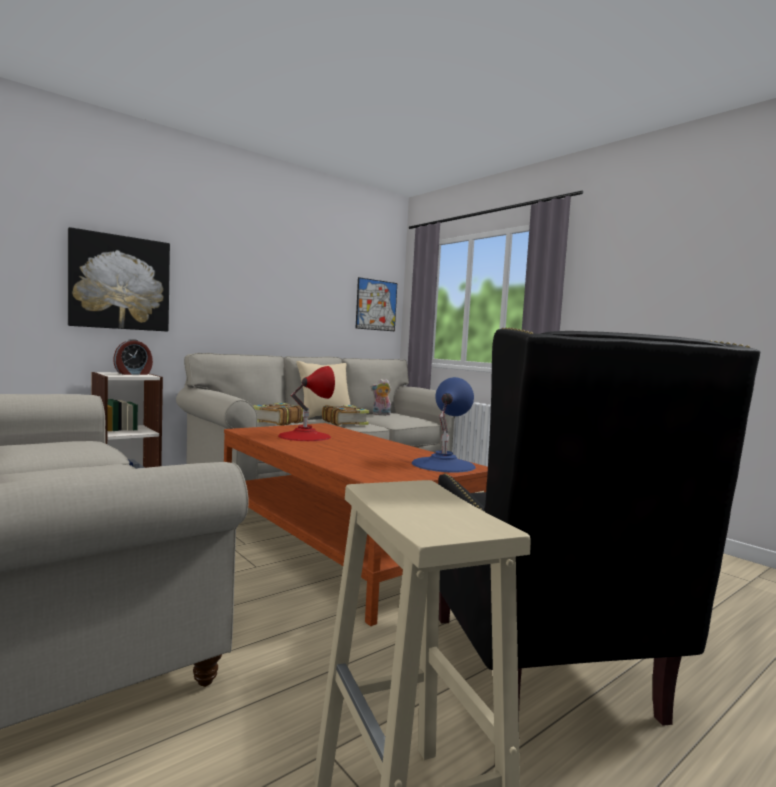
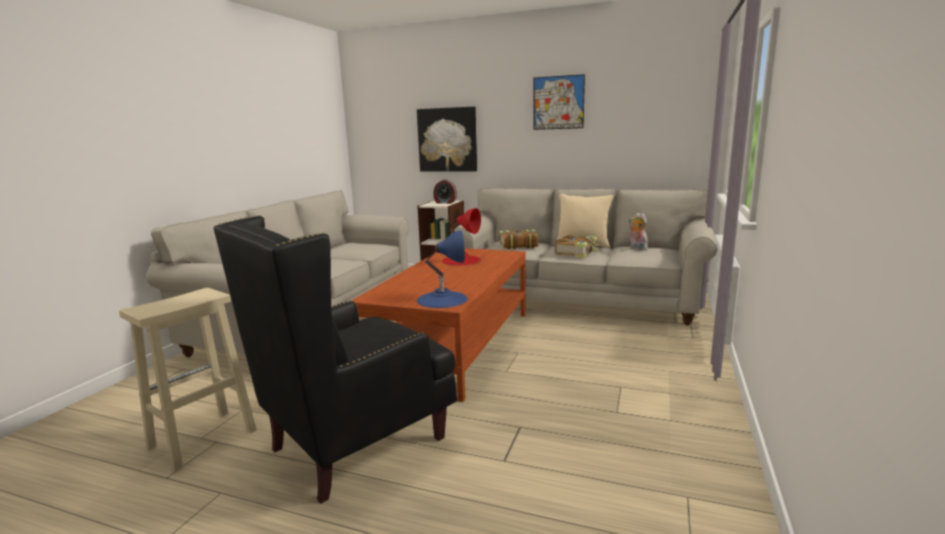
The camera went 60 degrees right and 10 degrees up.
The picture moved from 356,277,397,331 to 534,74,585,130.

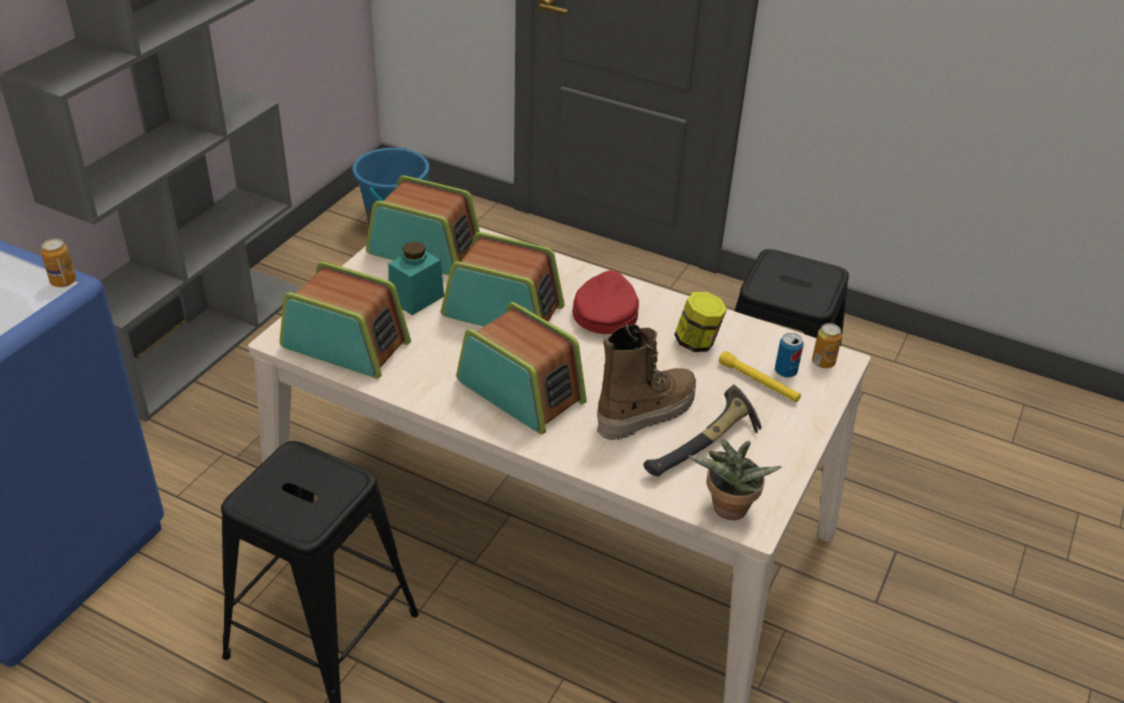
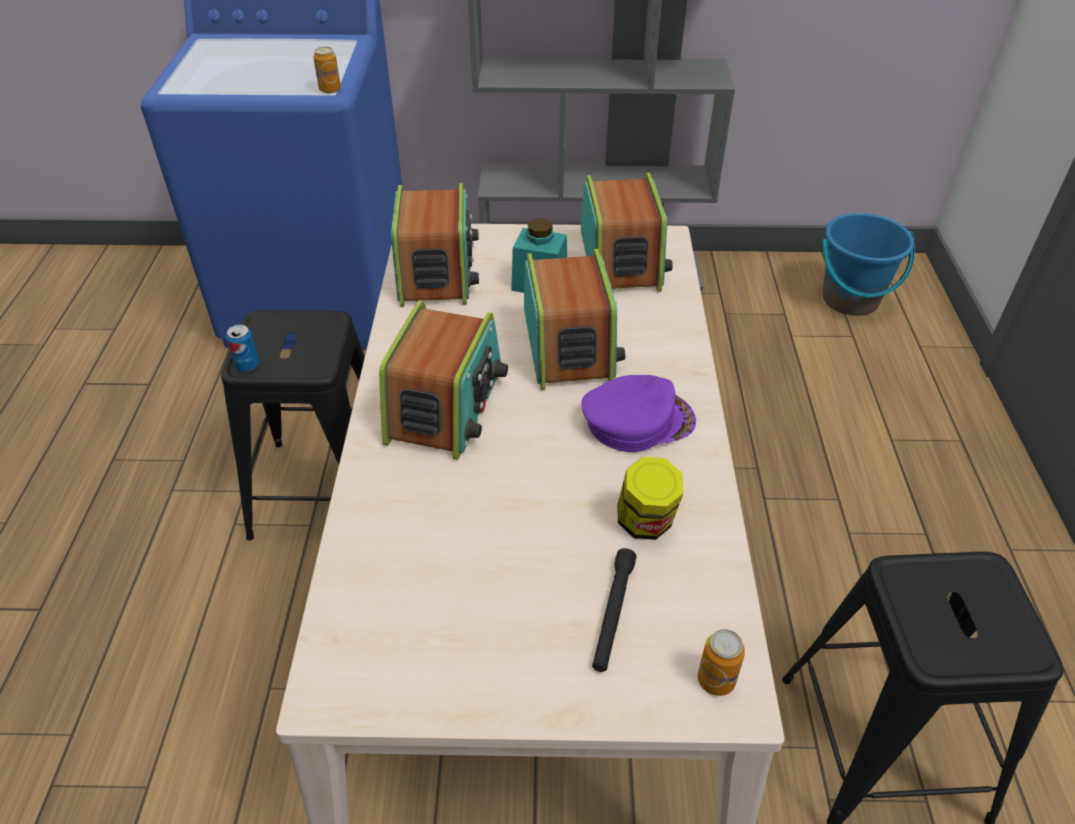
The camera went 65 degrees right and 5 degrees up.
The baseball cap (reddish) at 573,270,639,334 became the baseball cap (purple) at 581,375,696,452.
The high-top boot at 597,324,696,440 disappeared.
The hammer at 644,385,762,476 disappeared.
The houseplant at 688,439,782,520 disappeared.
The torch (yellow) at 719,351,801,402 became the torch (black) at 592,548,636,672.
The metal can moved from 775,333,803,378 to 226,325,259,371.

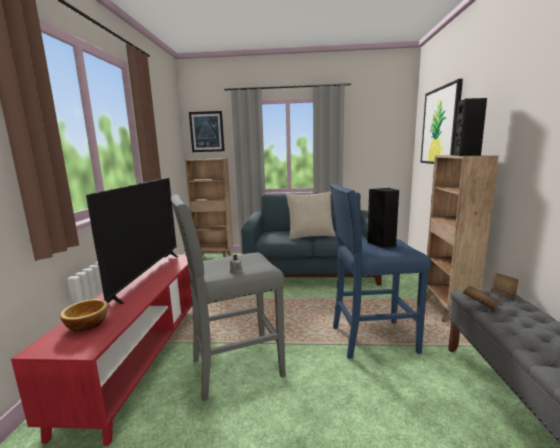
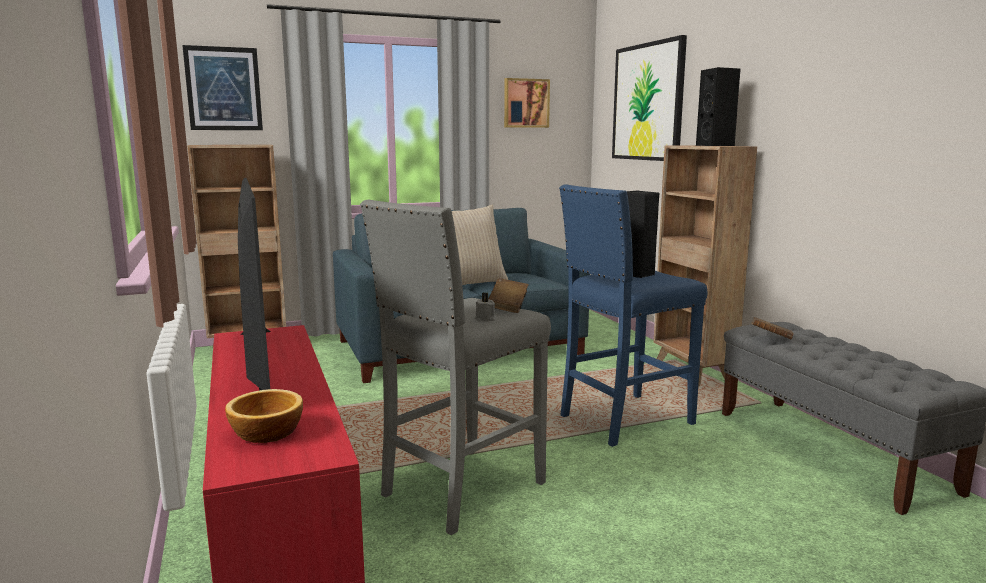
The camera went 25 degrees left and 0 degrees up.
The volume (brownish) moved from 491,273,518,299 to 489,278,529,313.
The picture at 504,78,550,128 appeared.

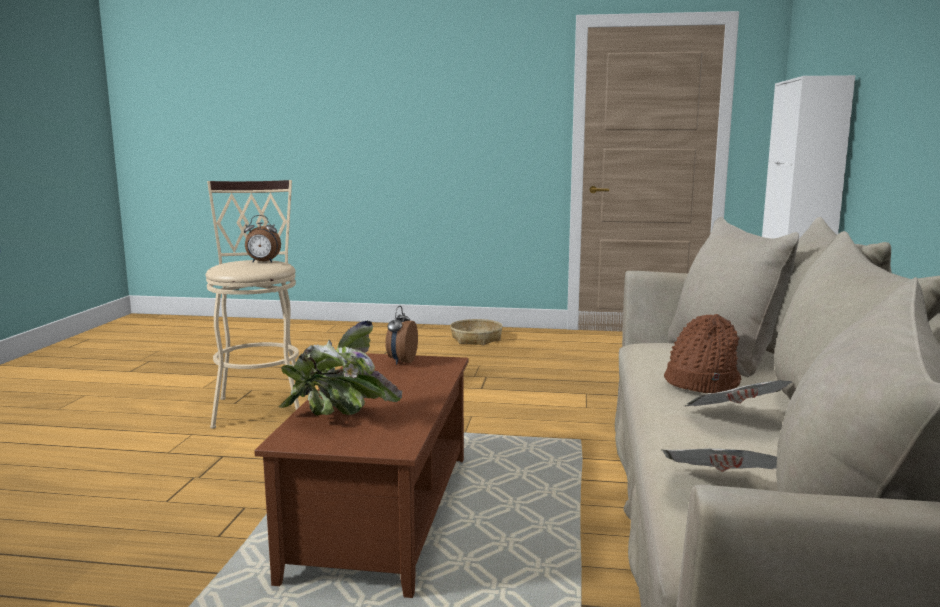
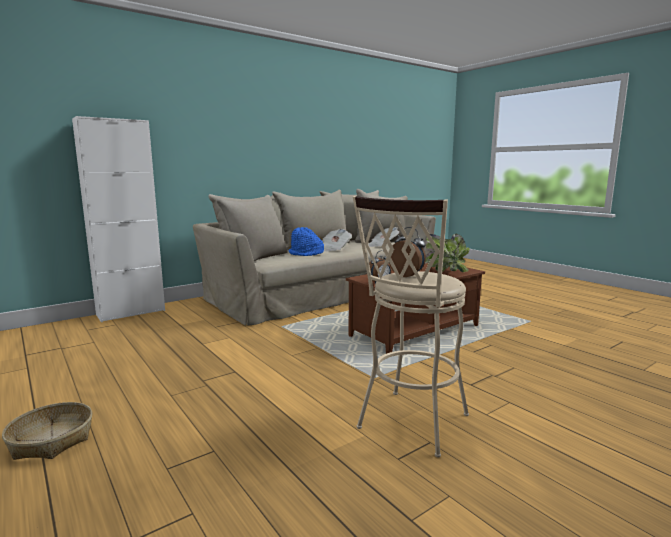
The camera went 135 degrees left and 0 degrees up.
The hat (brownish) at 664,314,741,393 became the hat (blue) at 289,227,324,256.

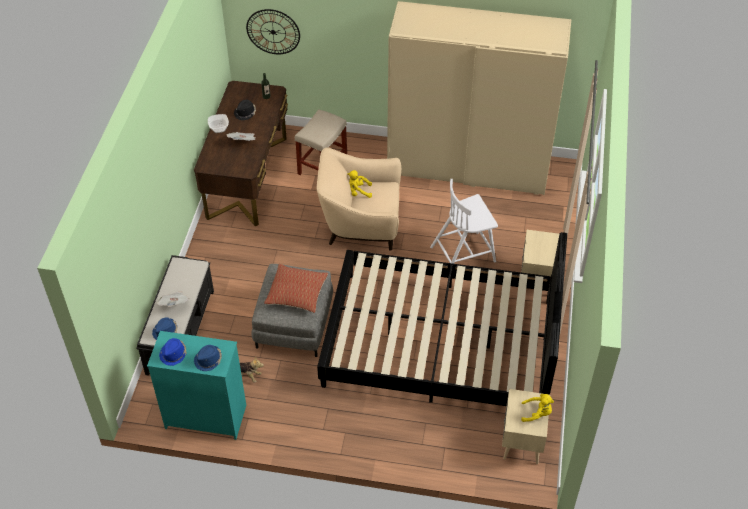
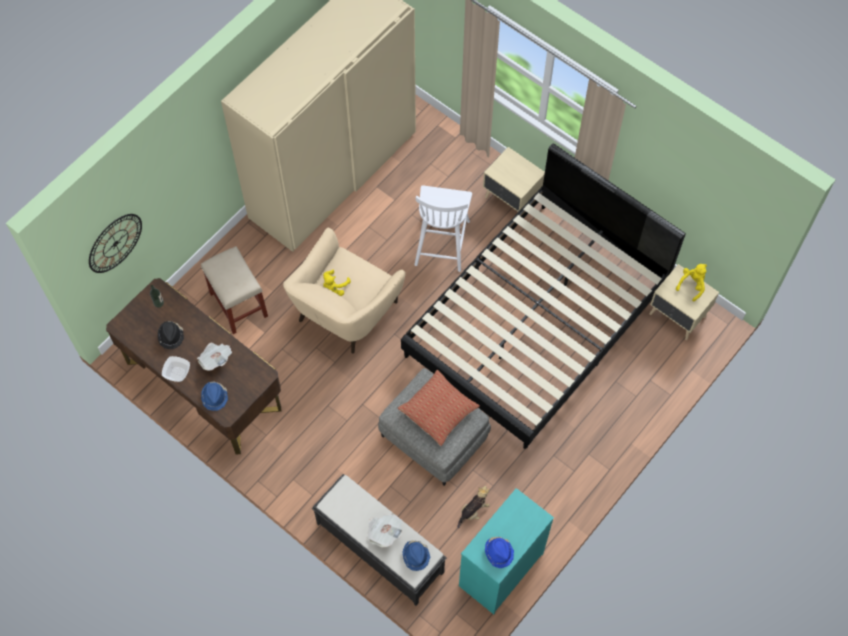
The camera went 60 degrees left and 15 degrees up.
The hat (blue) moved from 194,345,222,371 to 201,381,228,411.

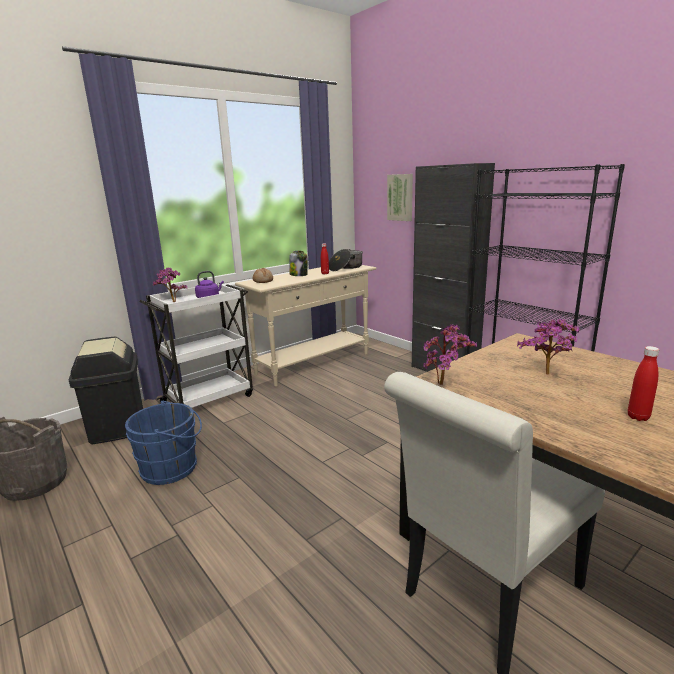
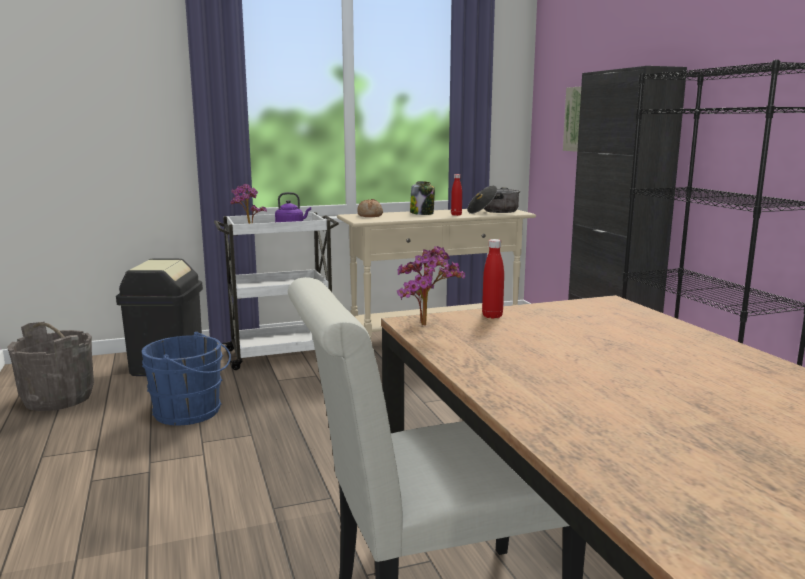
The camera went 20 degrees right and 5 degrees down.
The houseplant at 517,319,579,375 disappeared.
The drink bottle (reddish) moved from 628,346,659,421 to 482,239,504,319.

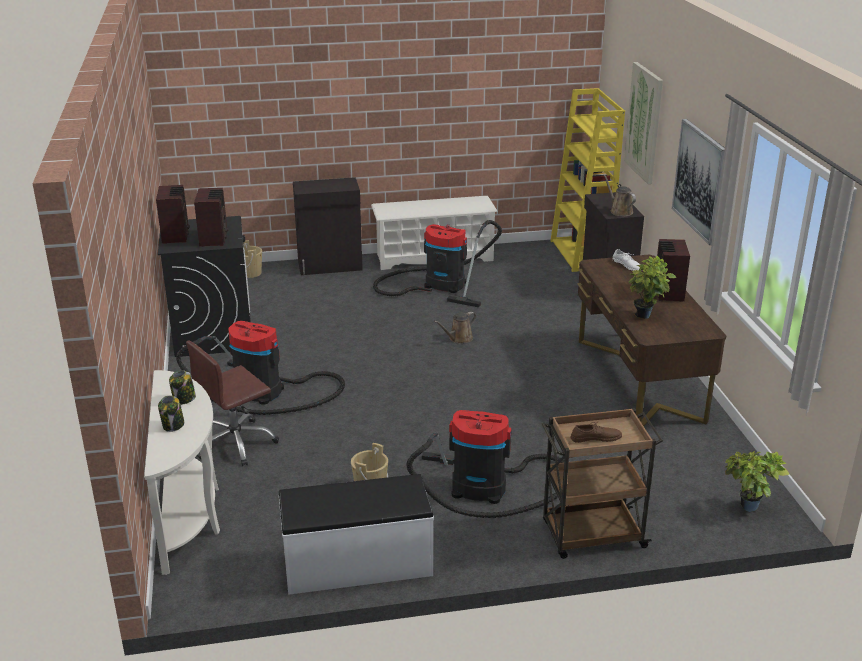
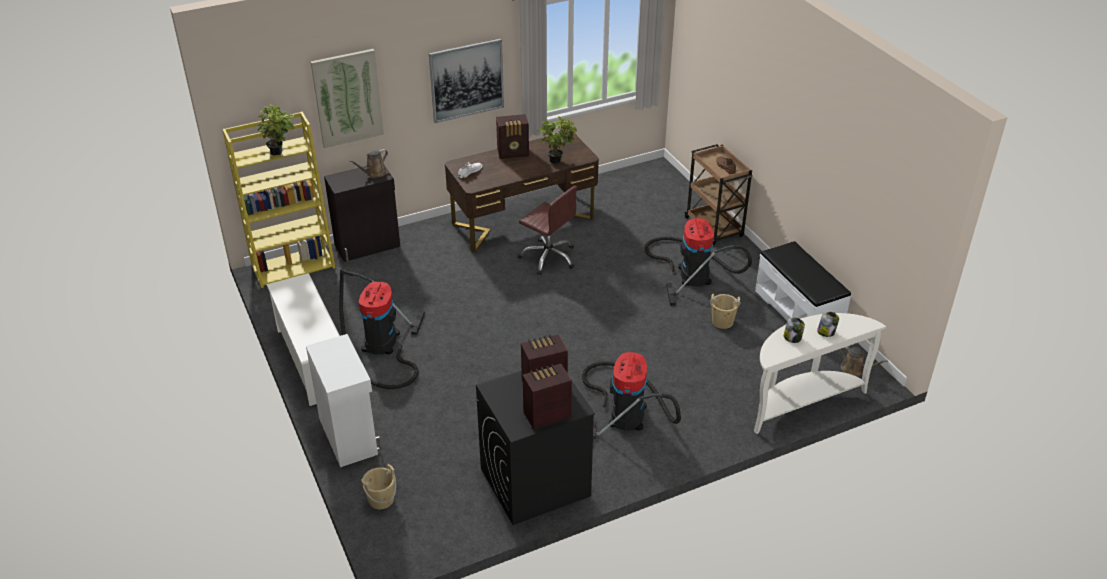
The camera went 105 degrees left and 10 degrees up.
The office chair (brownish) moved from 186,340,279,466 to 518,186,577,275.
The cupboard (black) at 293,177,363,275 became the cupboard (white) at 306,334,381,467.
The watering pot (brownish) moved from 434,312,476,344 to 839,346,888,377.
The houseplant moved from 725,451,789,512 to 257,104,294,156.

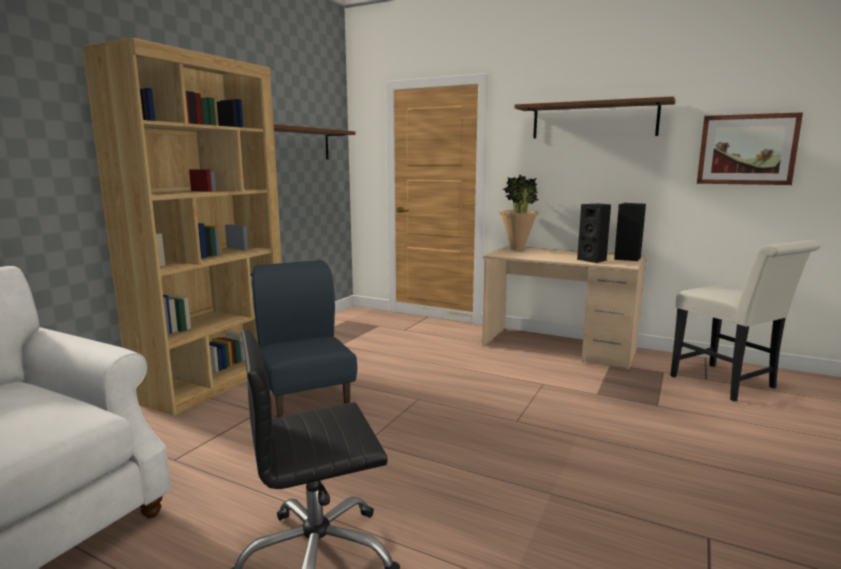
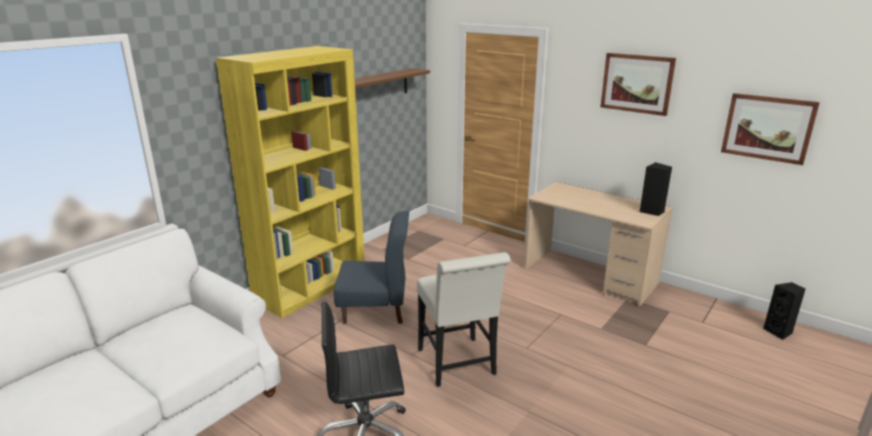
The camera went 10 degrees right and 10 degrees up.
The bookcase (brownish) at 82,38,282,416 became the bookcase (yellow) at 216,46,365,318.
The chair (blue) at 252,260,357,418 turned 105 degrees clockwise.
The houseplant at 499,174,539,250 disappeared.
The wall shelf (brownish) at 514,96,676,138 was replaced by the picture at 601,53,676,116.
The audio speaker (black) moved from 577,204,611,263 to 763,282,805,340.
The chair (white) moved from 670,240,821,401 to 417,252,511,387.

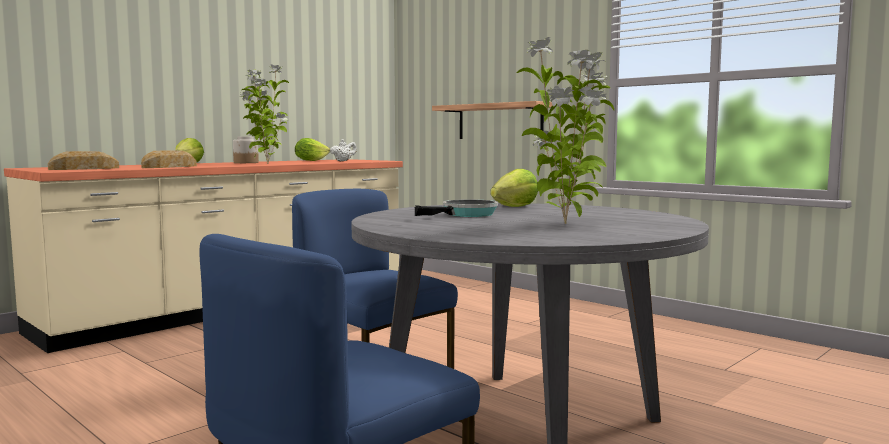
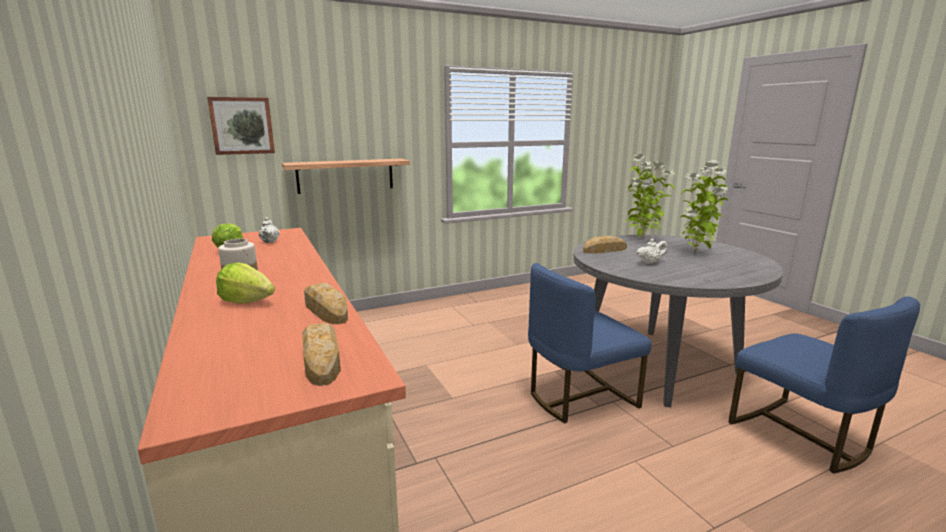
The camera went 70 degrees left and 10 degrees up.
The houseplant moved from 240,64,289,164 to 626,154,675,239.
The pan at 415,199,498,217 was replaced by the tea pot (white) at 637,239,667,264.
The lettuce at 490,169,538,207 was replaced by the bread at 583,236,627,253.
The picture at 207,97,275,155 appeared.

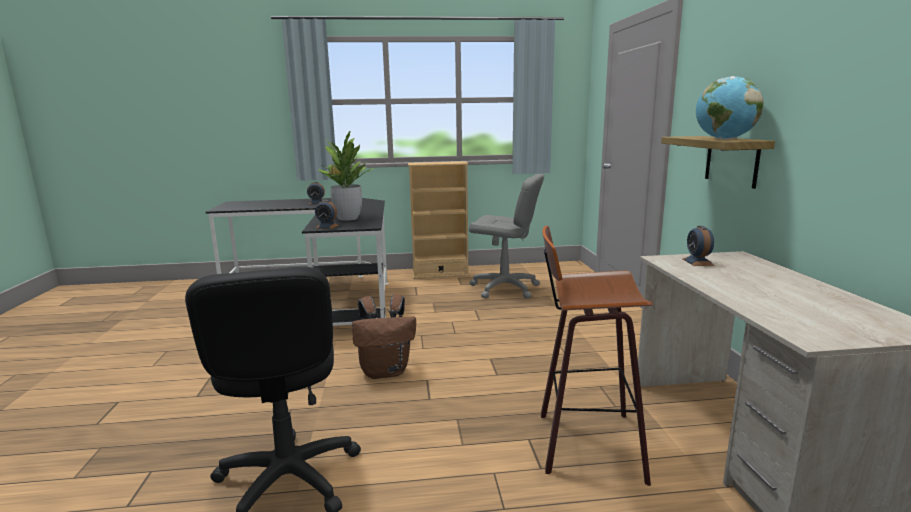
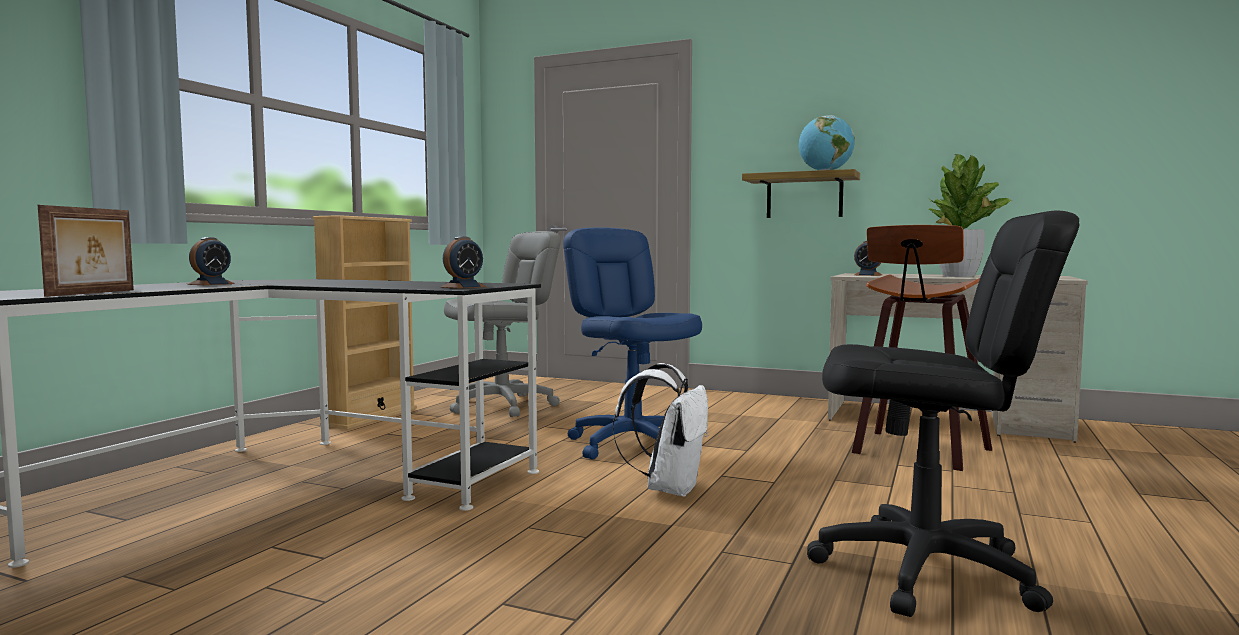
The camera went 60 degrees left and 10 degrees down.
The houseplant moved from 319,131,375,221 to 929,154,1012,277.
The knapsack (brownish) at 352,294,416,379 became the knapsack (white) at 613,363,709,497.
The standing frame at 38,205,134,297 appeared.
The office chair (blue) at 563,227,702,459 appeared.

